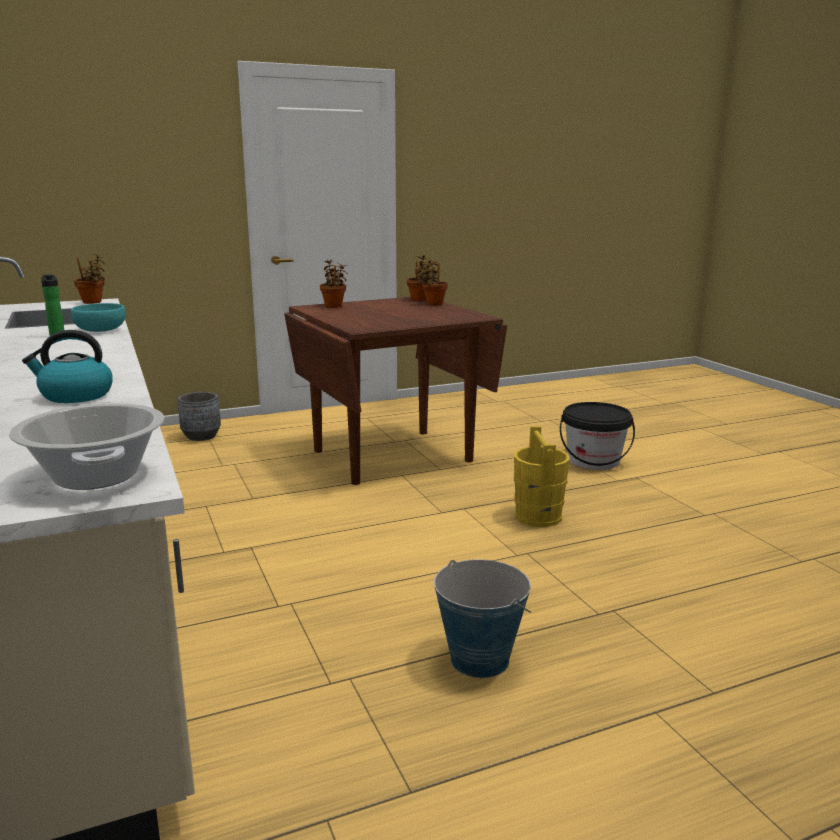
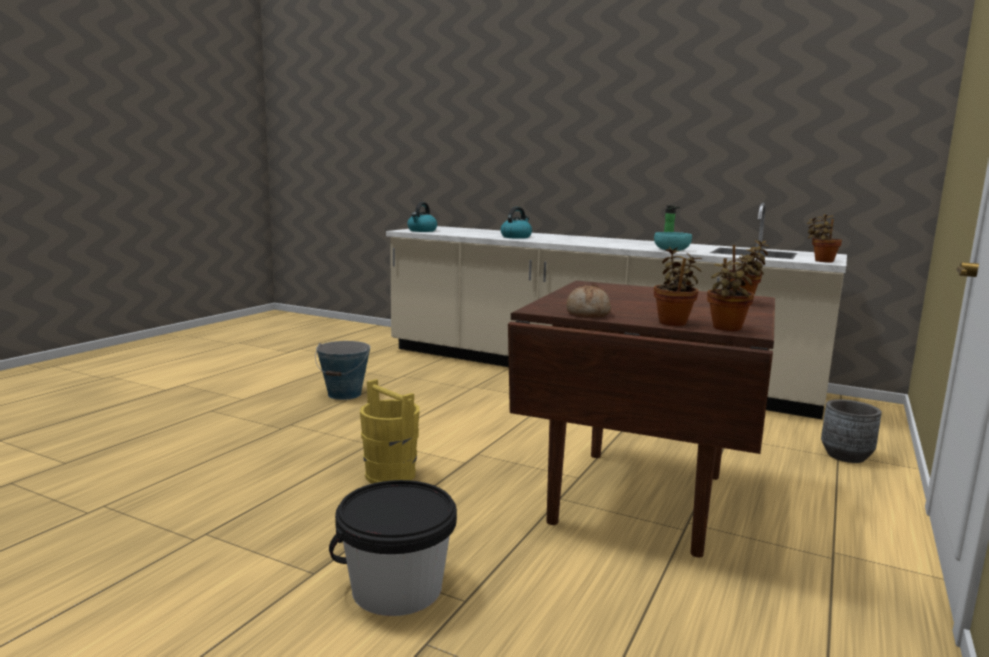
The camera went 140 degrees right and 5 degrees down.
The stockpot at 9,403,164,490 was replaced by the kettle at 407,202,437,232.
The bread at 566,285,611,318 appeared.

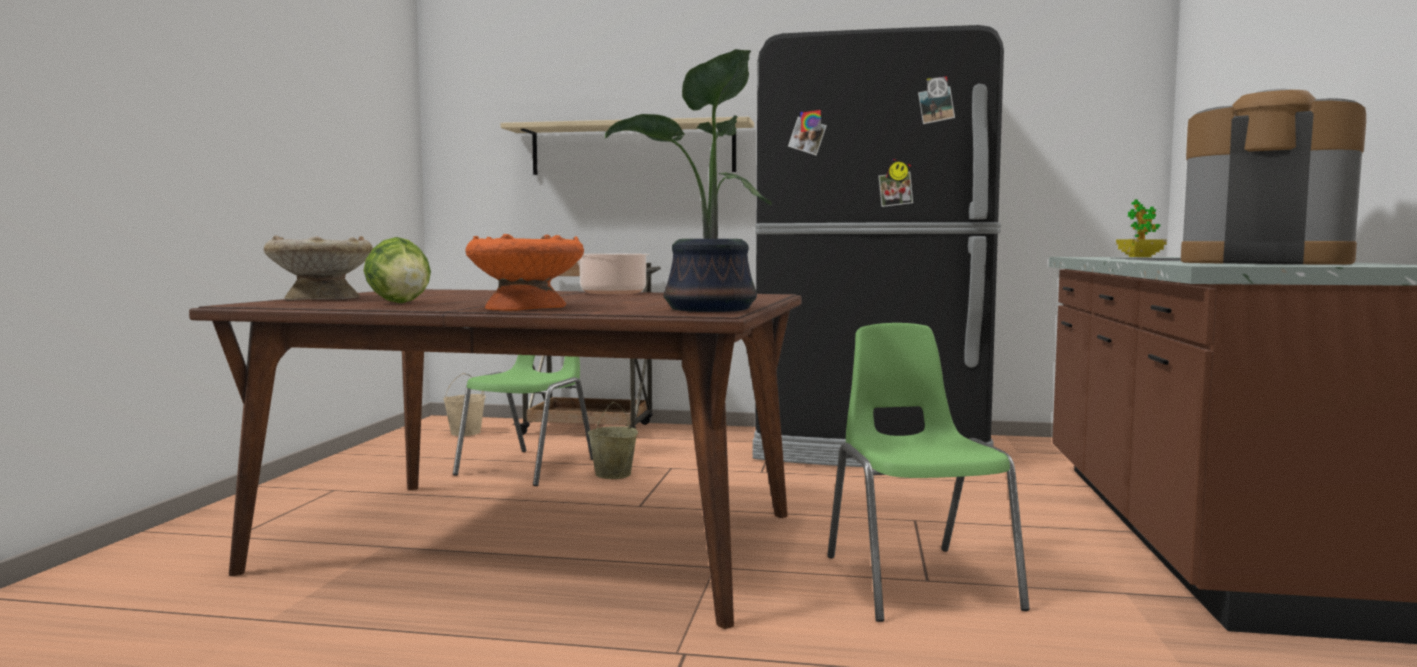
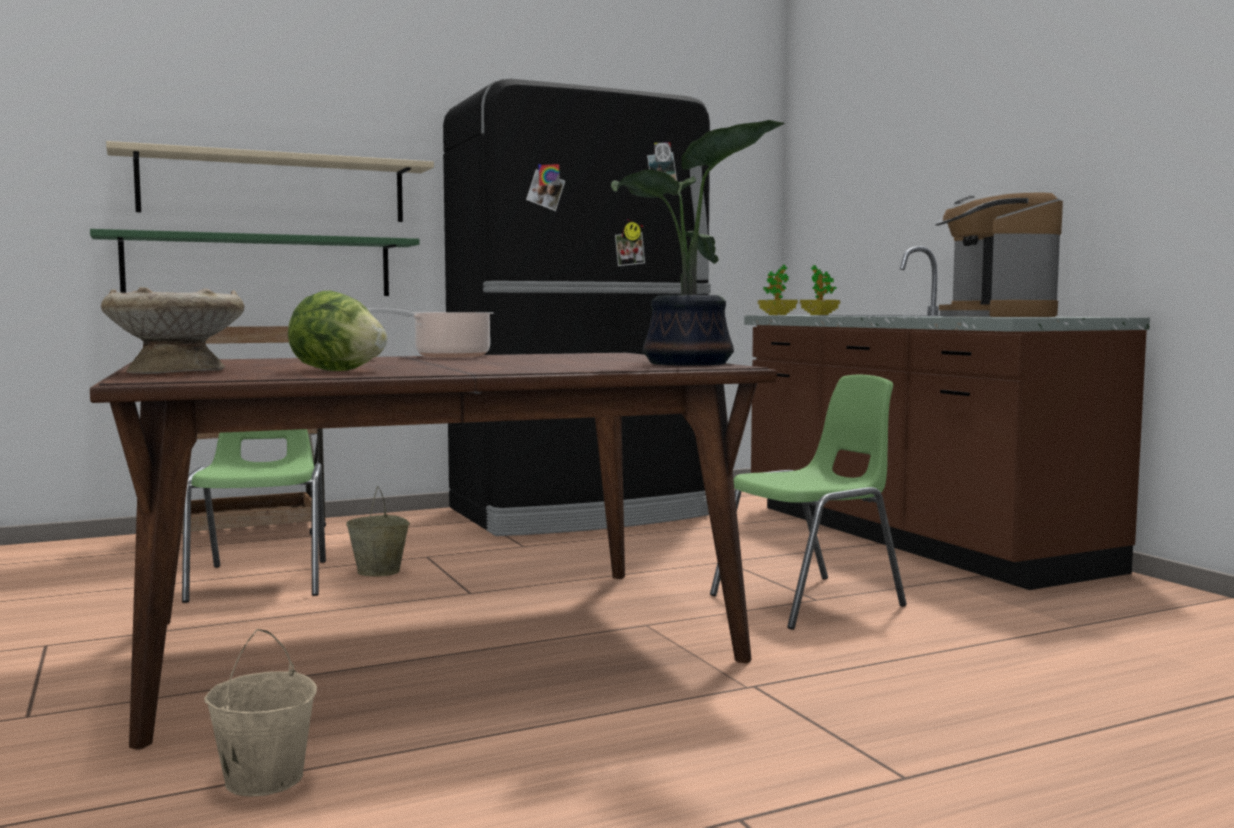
The camera went 35 degrees left and 0 degrees up.
The pail (sand-coloured) moved from 443,373,486,436 to 204,629,317,796.
The serving bowl (orangey) at 465,234,584,311 disappeared.
The chair (green) at 827,323,1030,622 turned 105 degrees clockwise.
The coffee maker at 1181,89,1366,265 turned 90 degrees counterclockwise.
The wall shelf (green) at 90,229,420,296 appeared.
The houseplant at 758,265,798,315 appeared.

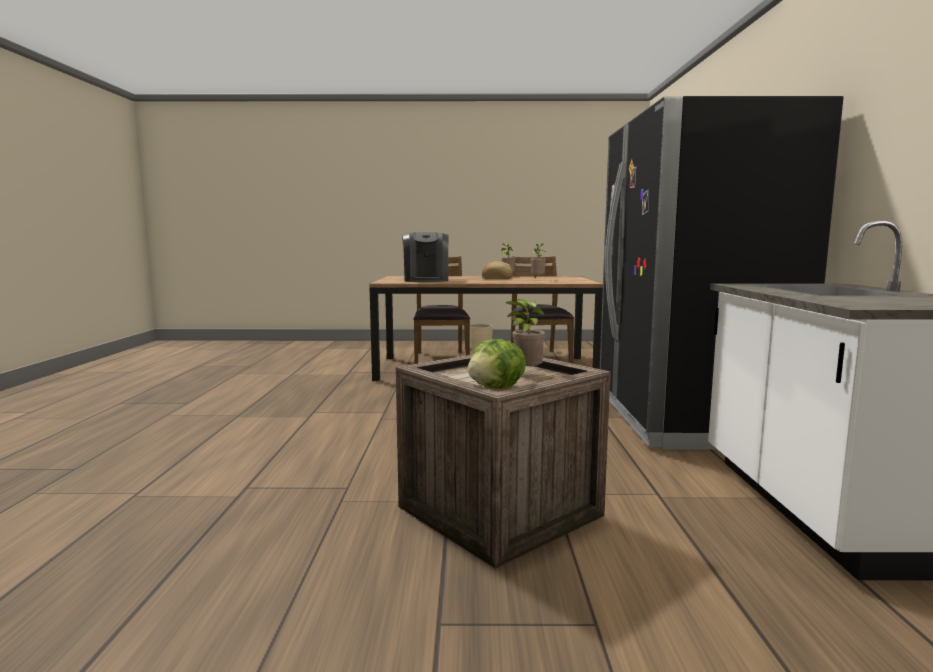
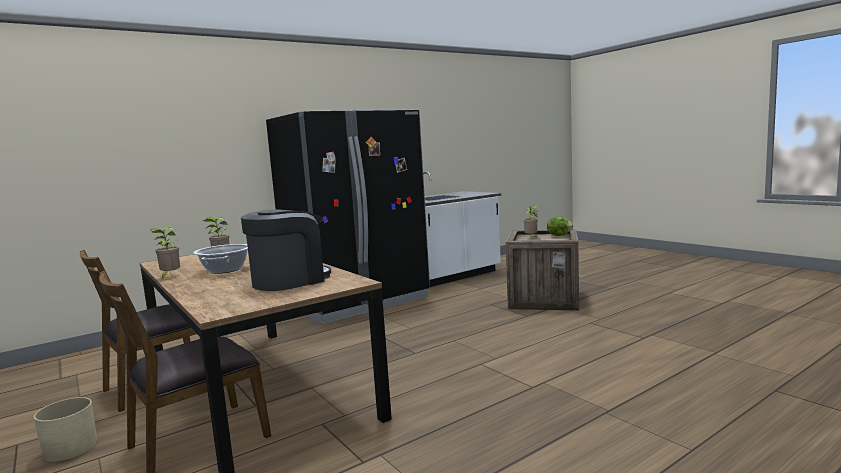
The camera went 125 degrees left and 0 degrees up.
The bread at 482,261,513,279 was replaced by the stockpot at 193,244,248,274.

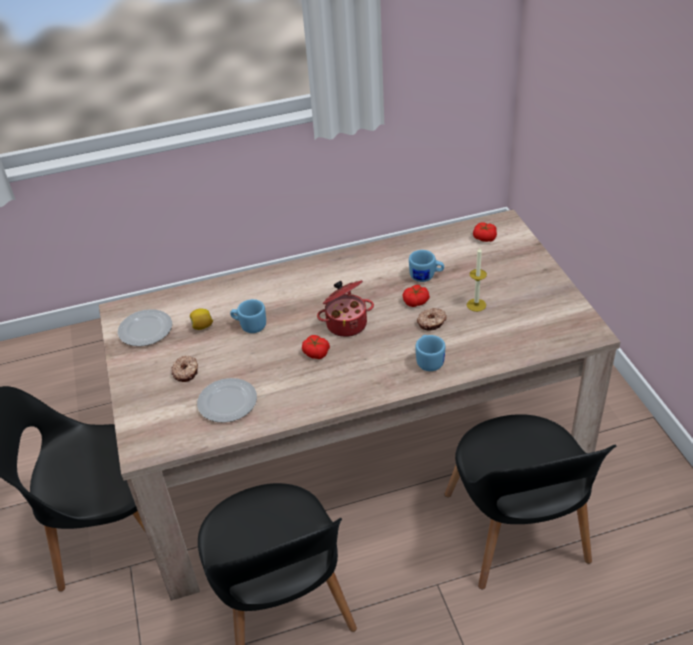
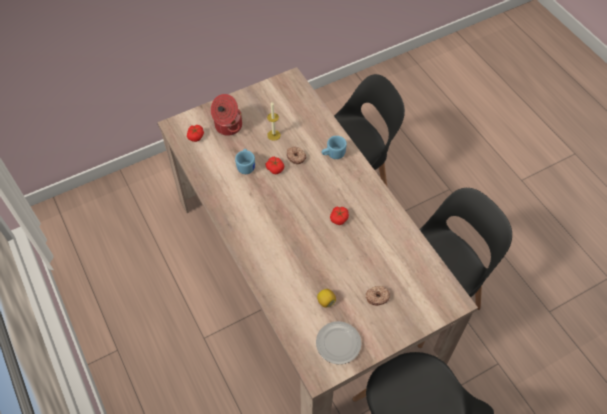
The camera went 105 degrees left and 15 degrees up.
The dinner plate at 197,378,257,423 disappeared.
The coffee mug (blue) at 230,299,266,333 disappeared.
The stockpot moved from 317,280,374,337 to 211,94,242,136.

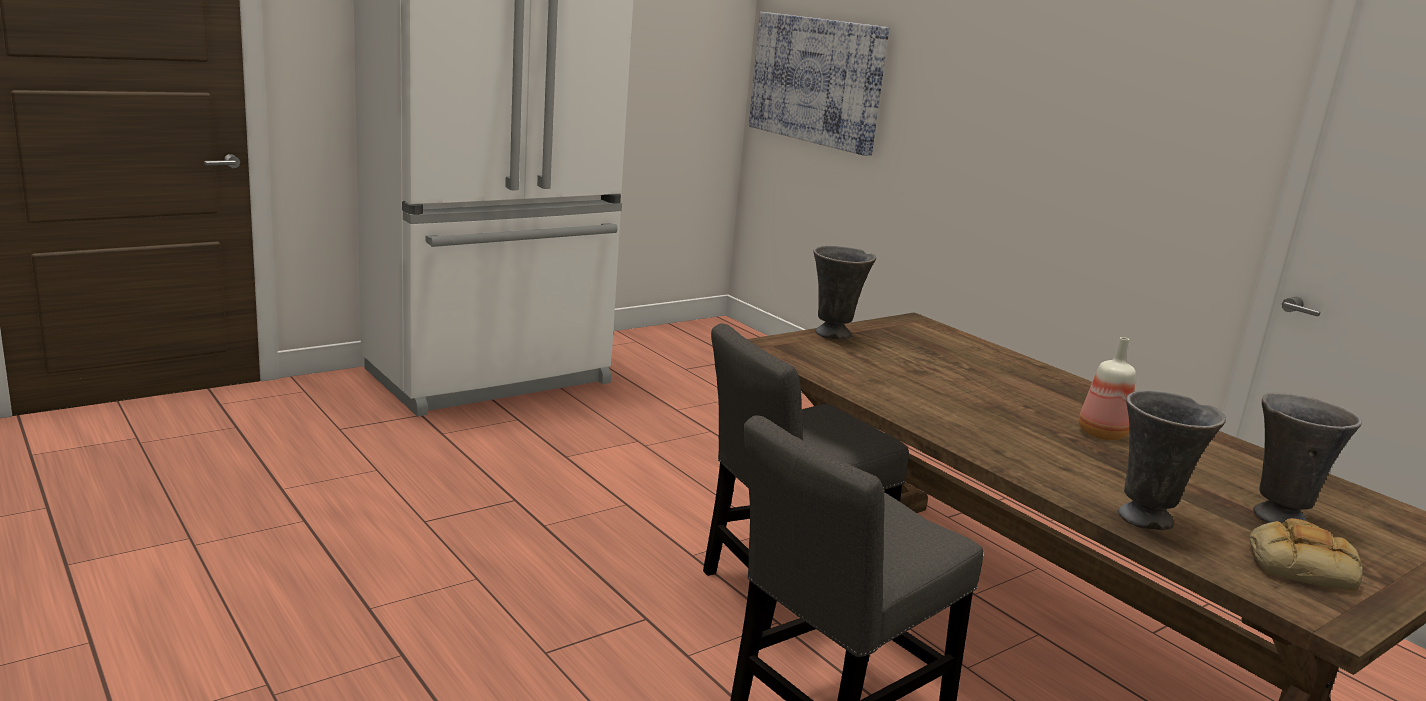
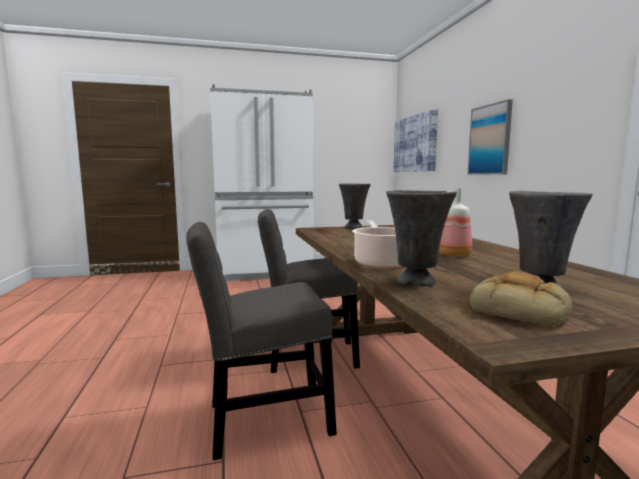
The camera went 25 degrees right and 10 degrees down.
The stockpot at 352,220,402,268 appeared.
The picture at 467,99,513,175 appeared.

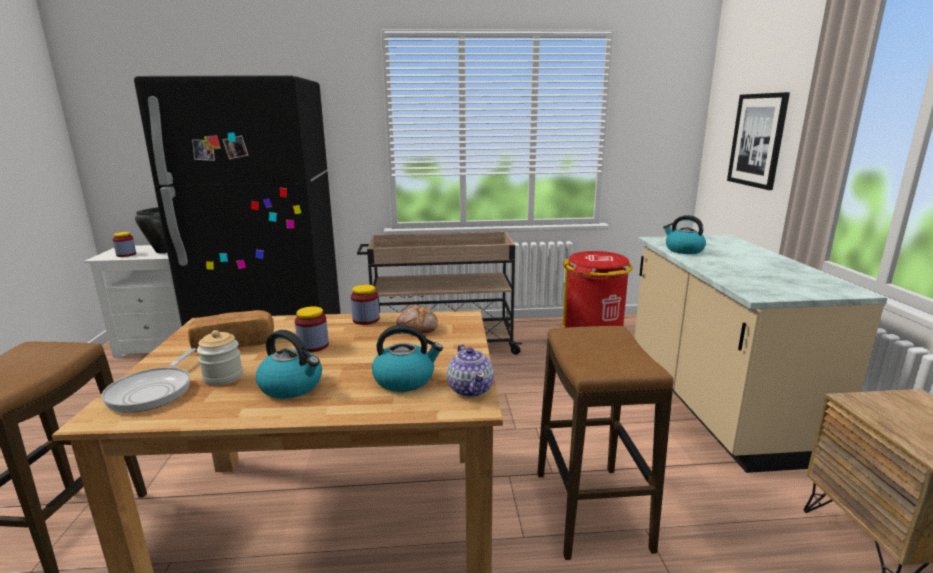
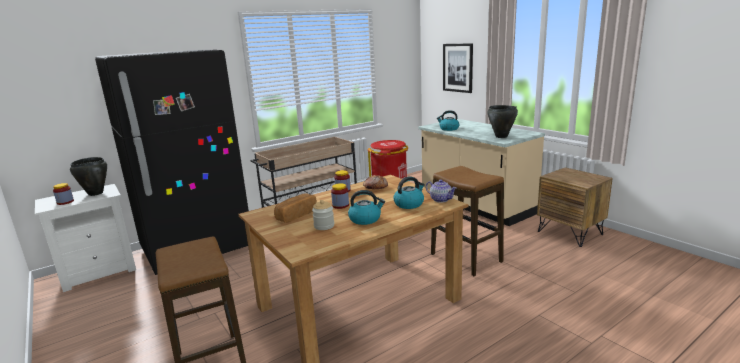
The camera went 30 degrees left and 0 degrees up.
The pan at 101,348,196,413 disappeared.
The stockpot (black) at 487,105,518,138 appeared.

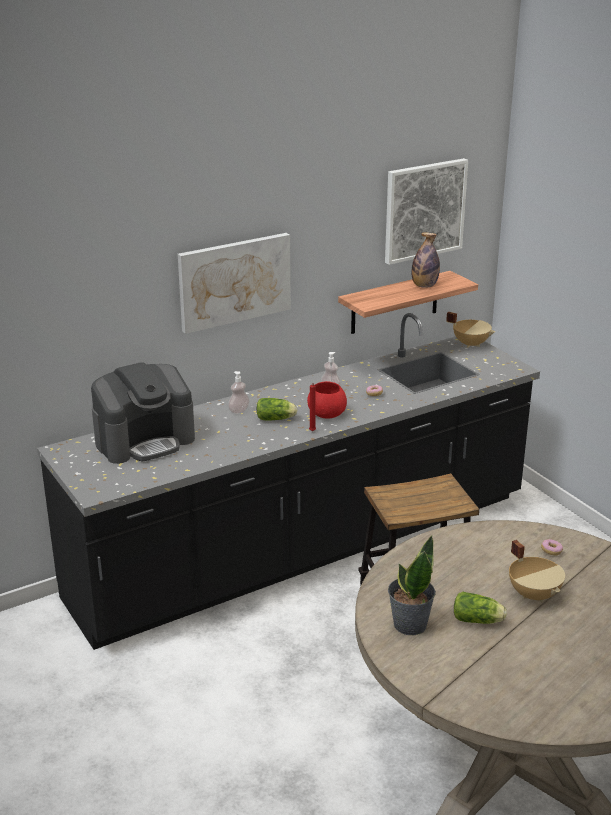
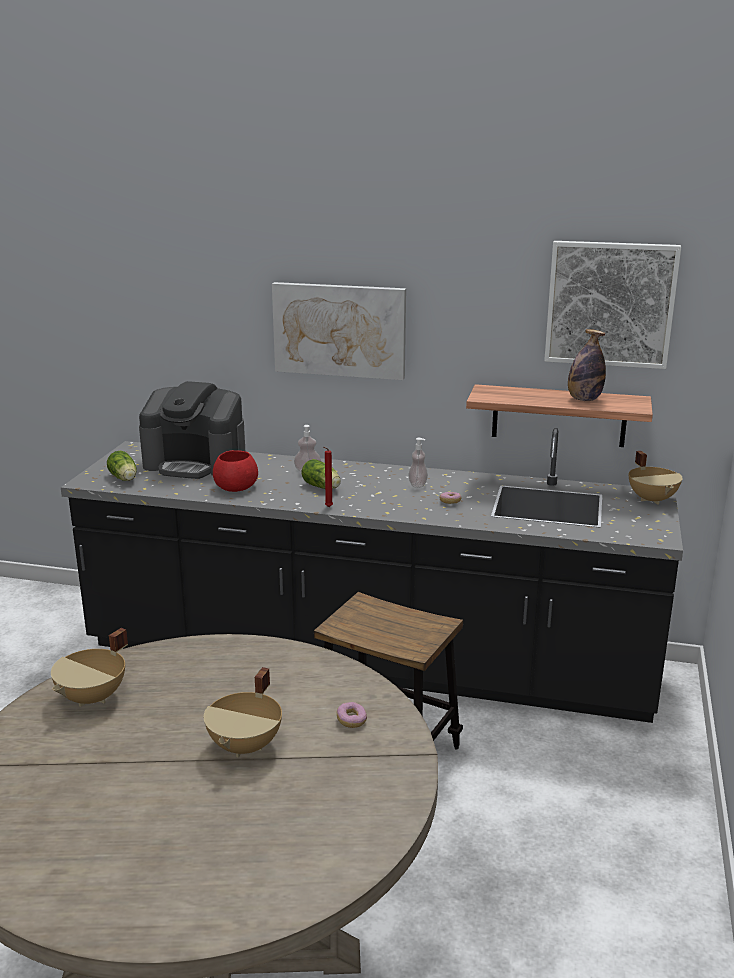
The camera went 45 degrees right and 5 degrees down.
The serving bowl (reddish) moved from 307,381,347,419 to 213,450,258,492.
The houseplant at 388,536,436,635 was replaced by the stockpot (sand-coloured) at 51,628,128,707.
The lettuce moved from 454,592,507,624 to 107,451,137,481.

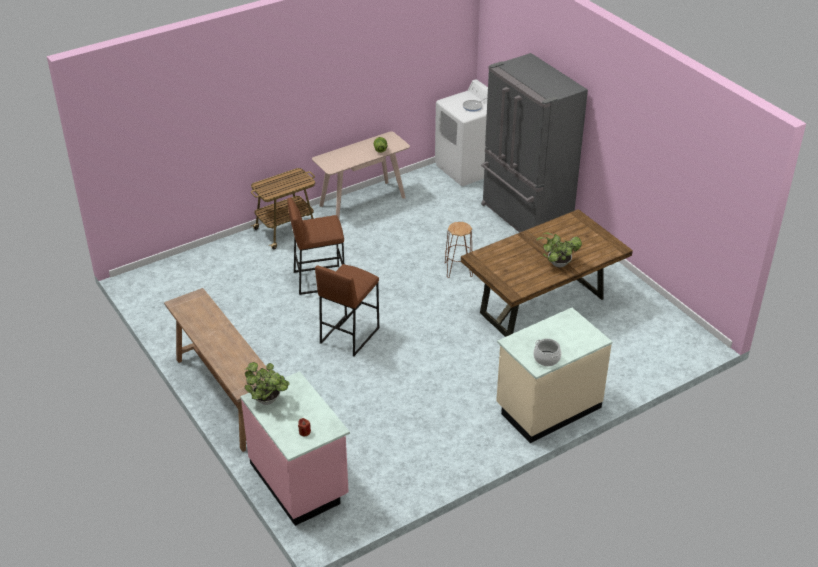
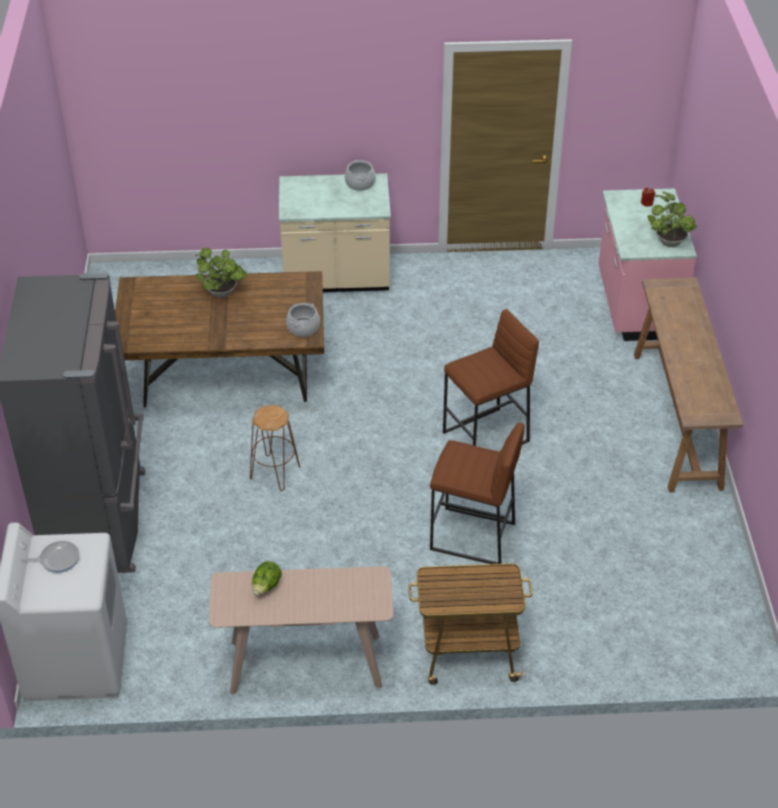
The camera went 150 degrees left and 5 degrees up.
The stockpot at 286,303,320,337 appeared.

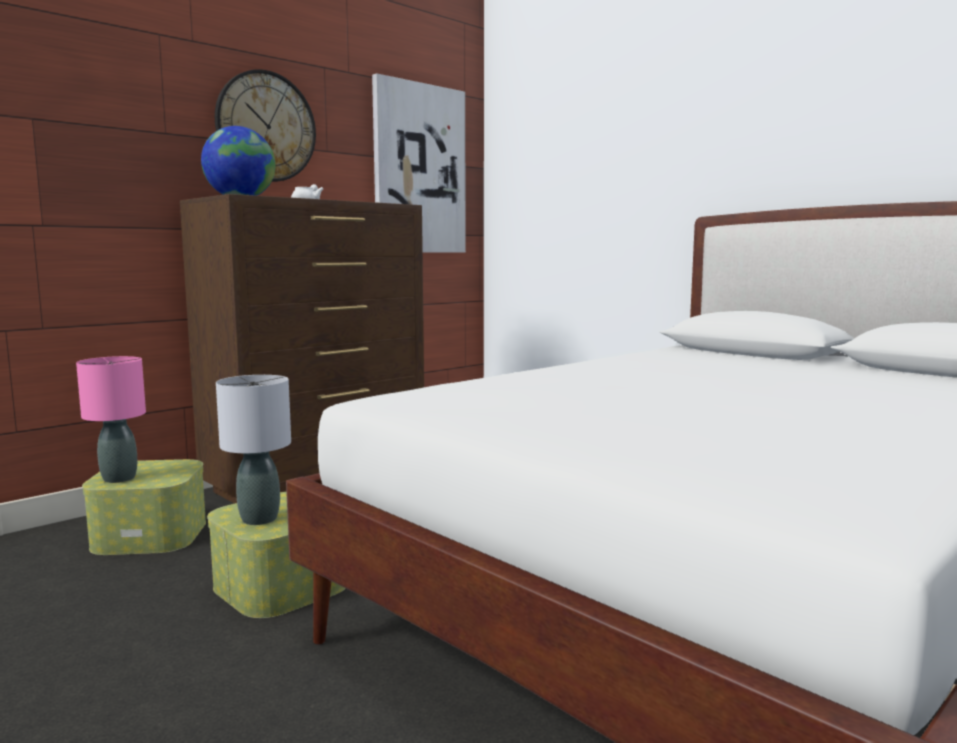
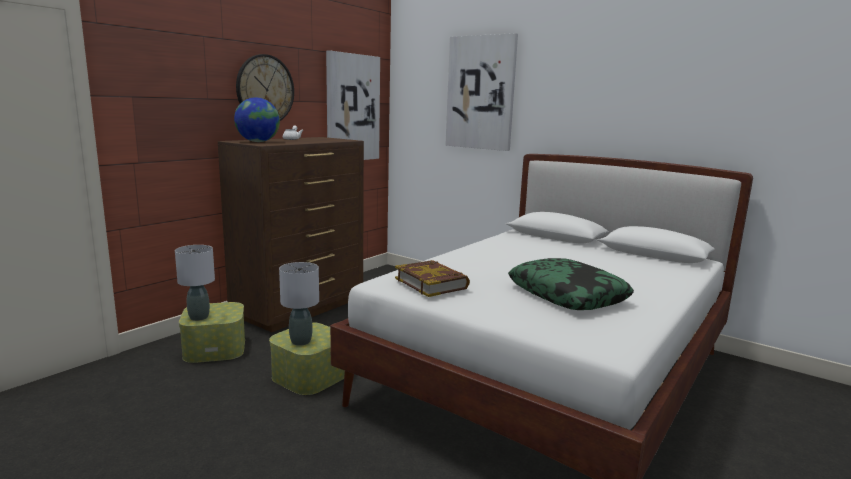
The camera went 10 degrees left and 5 degrees up.
The tabletop lamp (pink) at 76,356,146,483 became the tabletop lamp (gray) at 175,245,215,321.
The volume at 395,260,470,297 appeared.
The picture at 445,33,518,151 appeared.
The throw pillow at 508,258,634,310 appeared.

